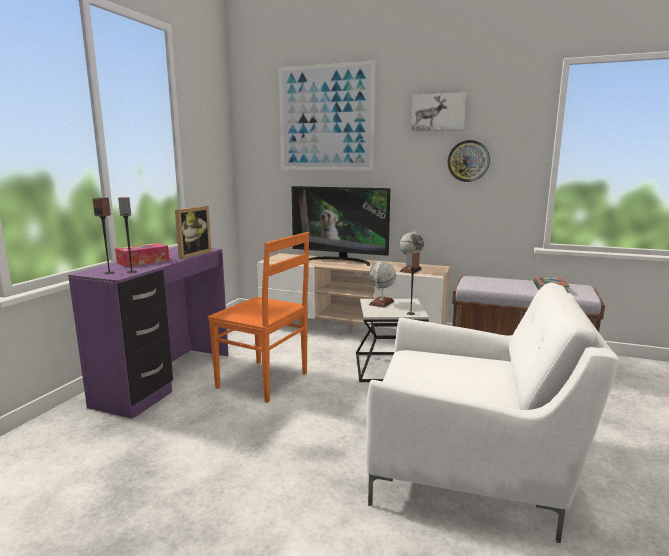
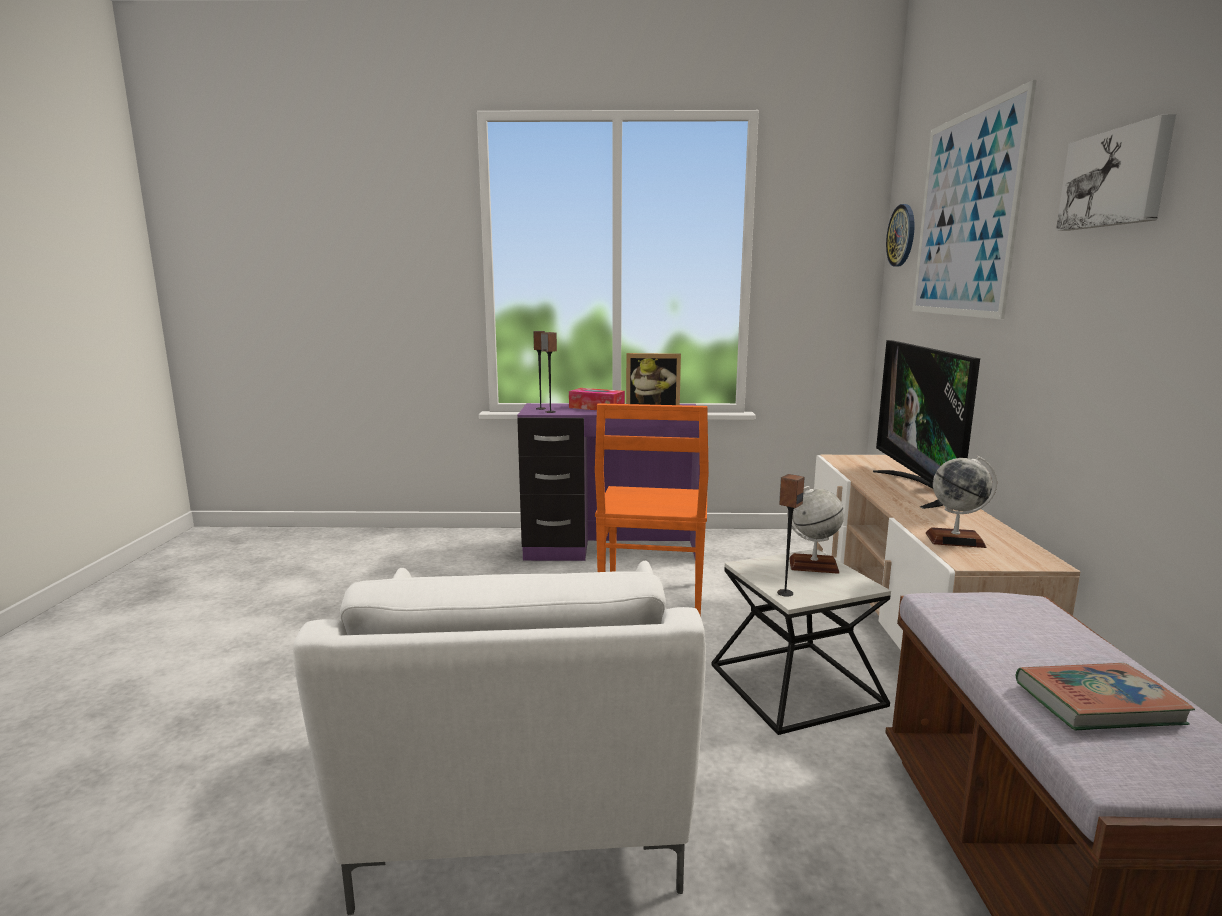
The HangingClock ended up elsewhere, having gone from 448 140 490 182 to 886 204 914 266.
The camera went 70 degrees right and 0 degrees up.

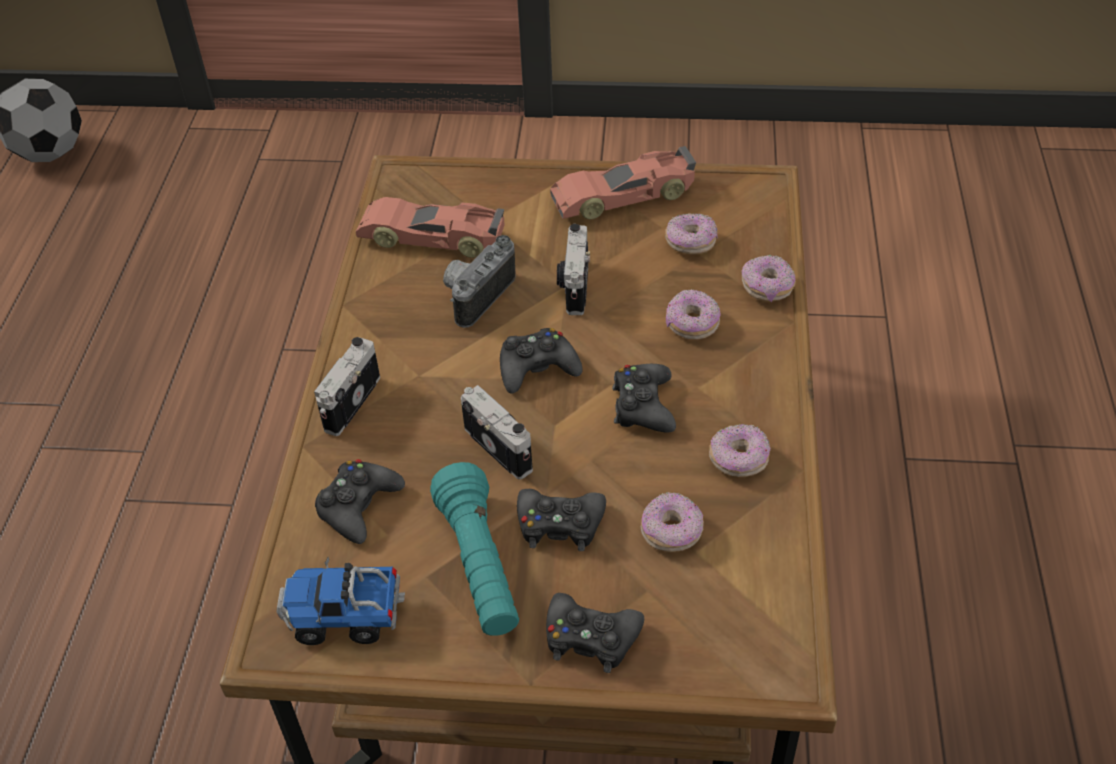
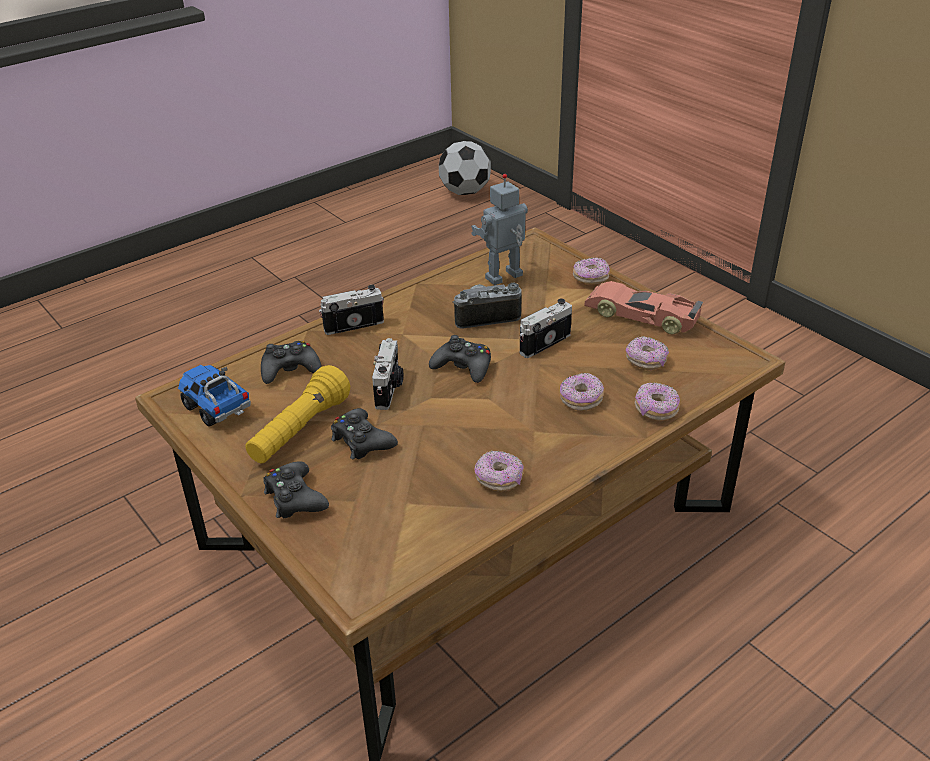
What was the TurquoiseTorch at 430 462 519 636 turned into the YellowishTorch at 245 365 350 463.
Where the MiniatureCar stood at 356 197 505 258, the ModelRobot came to stand at 471 174 528 285.
The Doughnut ended up elsewhere, having gone from 641 492 704 552 to 573 257 610 284.
The second view lost the BlackJoypad at 612 364 676 432.
The camera went 45 degrees right and 10 degrees down.

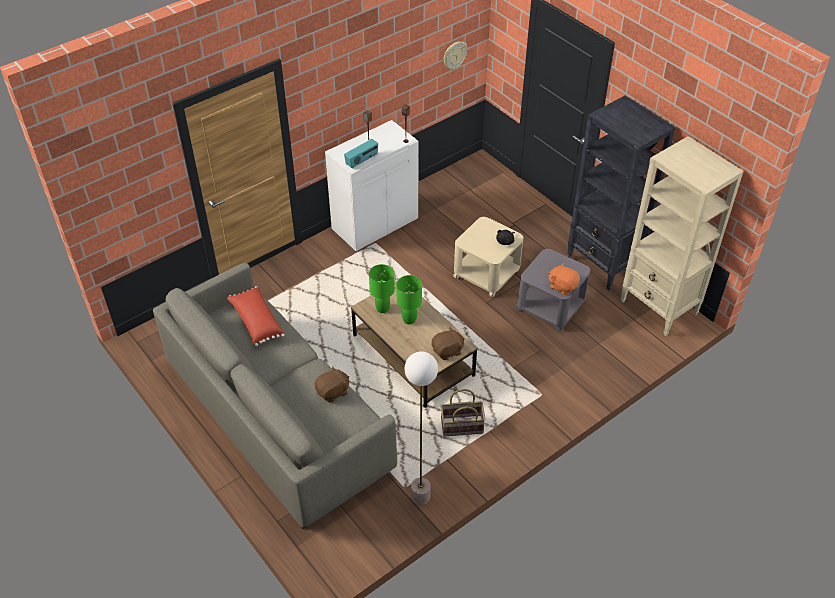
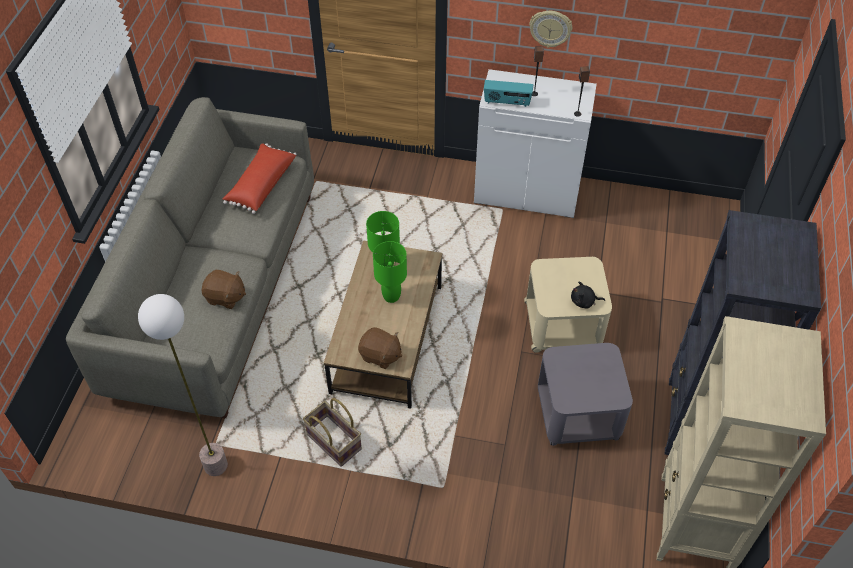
The HangingClock ended up elsewhere, having gone from 444 41 468 70 to 529 11 572 48.
The second view lost the OrangeySoftToy at 549 263 580 295.
The camera went 50 degrees right and 5 degrees up.

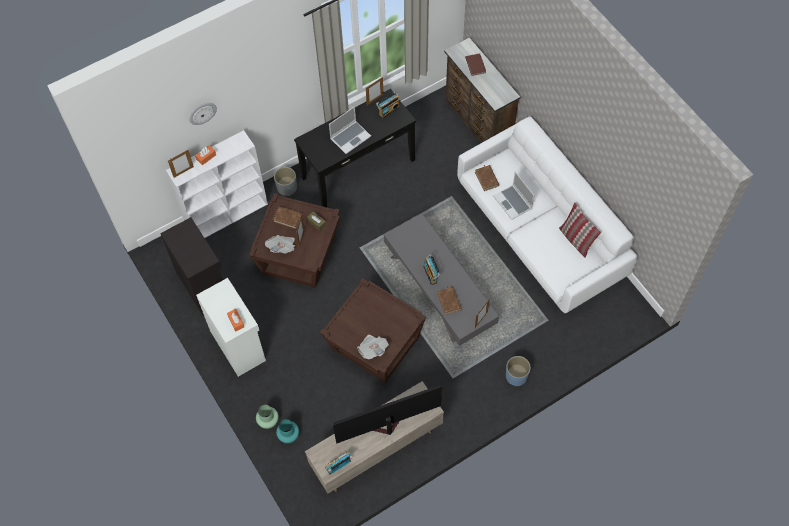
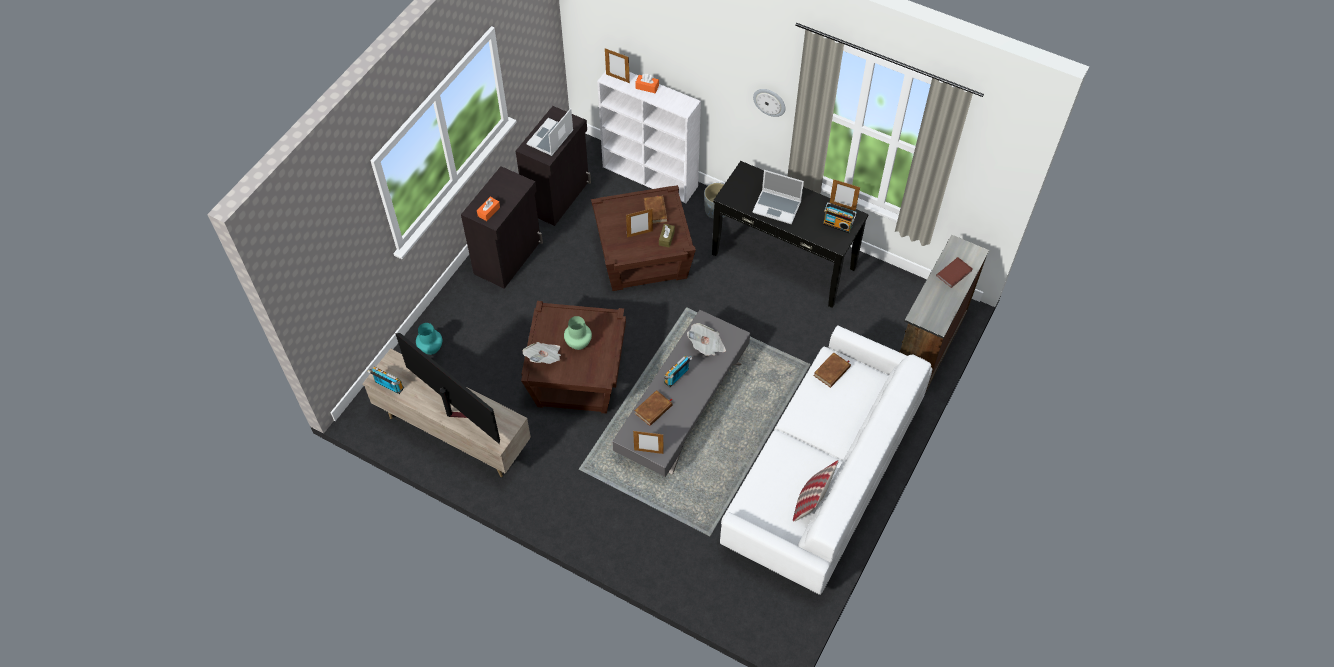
What was the WhiteCabinet at 196 278 266 377 turned into the BlackCabinet at 461 166 543 289.
The Laptop ended up elsewhere, having gone from 493 171 534 220 to 526 108 573 156.
The GreenColouredFlowerVase ended up elsewhere, having gone from 256 405 279 429 to 564 316 592 350.
The Newspaper ended up elsewhere, having gone from 265 235 295 254 to 687 323 726 356.
The HangingClock ended up elsewhere, having gone from 189 103 217 125 to 753 89 785 117.
The second view lost the BlueColouredPlanter at 506 356 531 386.
The camera went 60 degrees right and 5 degrees down.

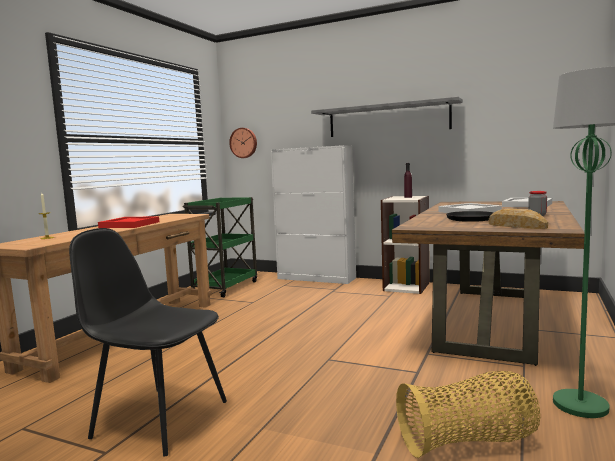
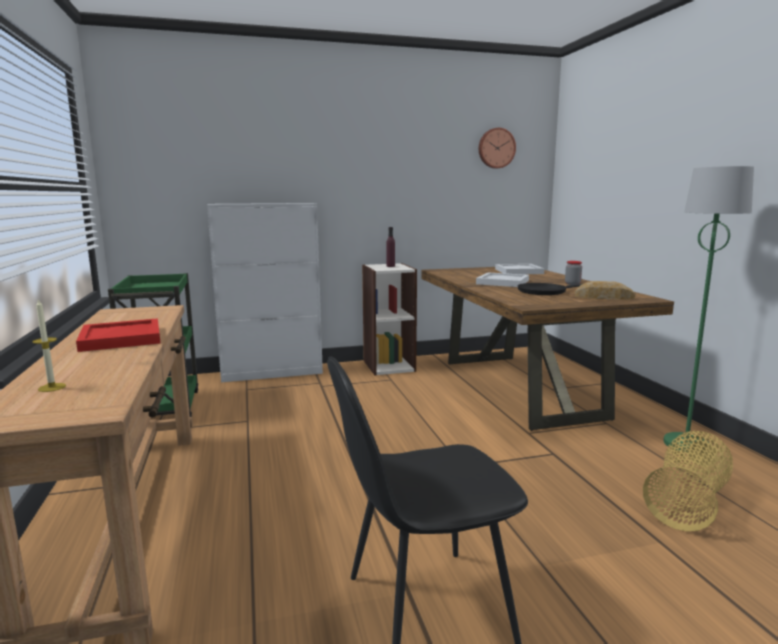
The HangingClock ended up elsewhere, having gone from 229 128 257 158 to 479 128 516 169.
The second view lost the GrayBracketShelf at 311 97 463 137.
The camera went 40 degrees left and 5 degrees up.

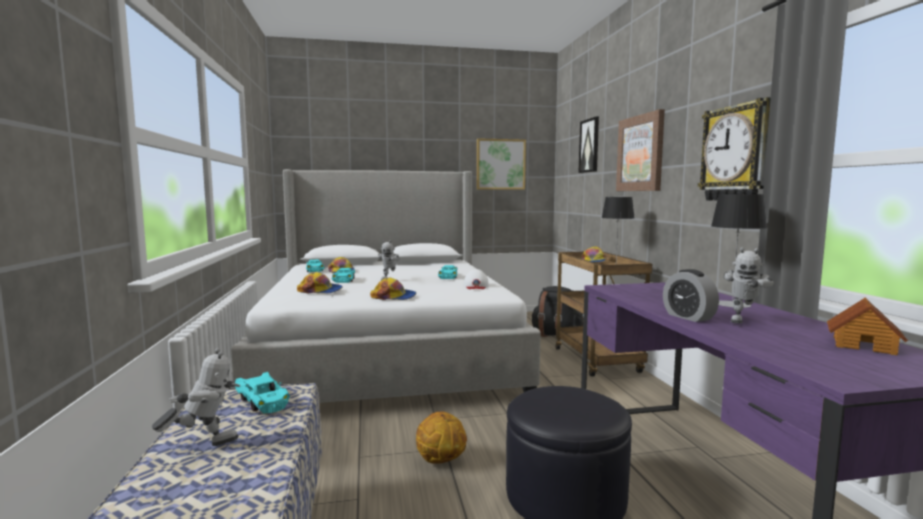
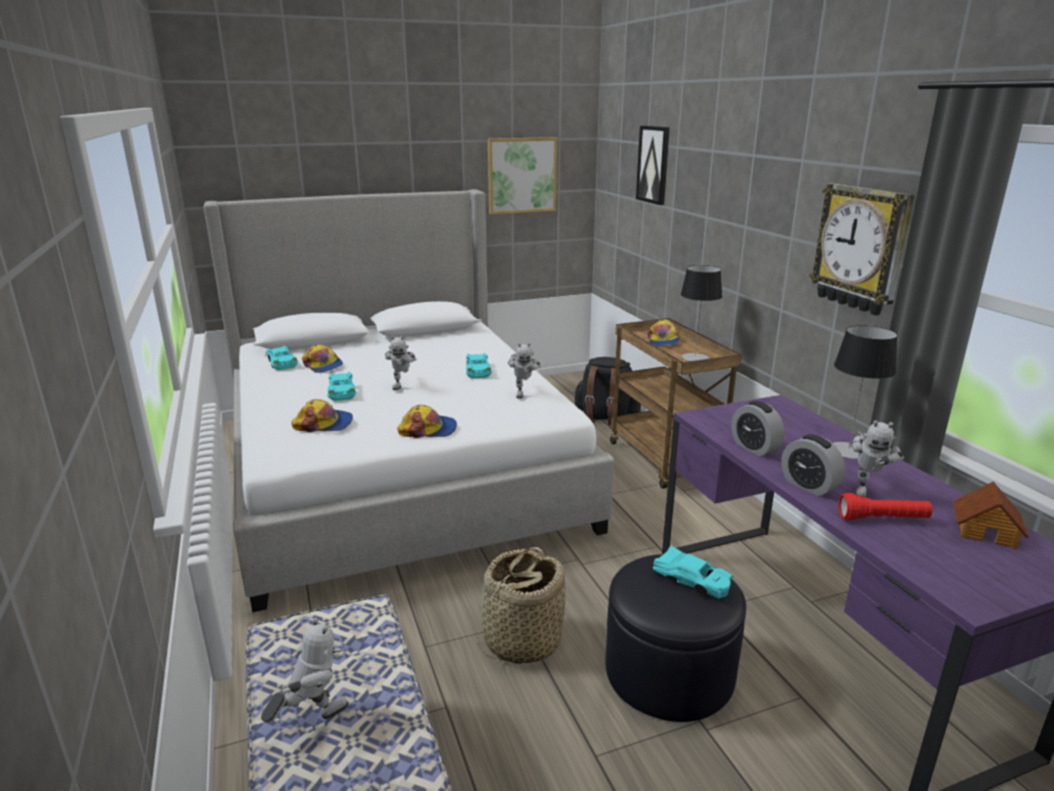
Where the BallForBasketball stood at 416 412 467 464, the StorageBasket came to stand at 478 547 566 664.
Where the WhiteBaseballCap stood at 464 269 489 289, the ModelRobot came to stand at 508 343 541 398.
The TurquoiseMiniatureCar ended up elsewhere, having gone from 234 372 290 414 to 653 546 733 599.
The second view gained the AlarmClock at 731 401 785 457.
The second view gained the RedTorch at 839 493 932 520.
The second view lost the Picture at 616 109 665 191.
The camera went 10 degrees left and 15 degrees up.

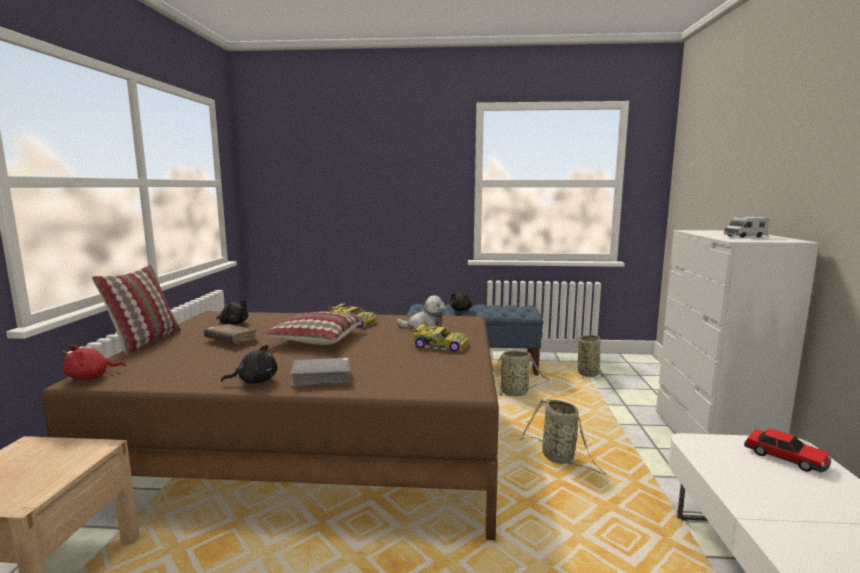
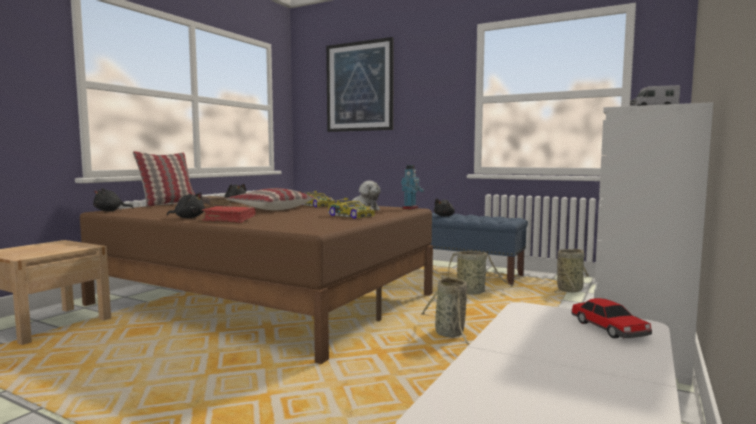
What was the RedSoftToy at 62 345 126 379 turned into the BlackSoftToy at 93 188 133 211.
What was the GrayBook at 290 357 350 387 turned into the RedBook at 202 206 256 223.
The second view gained the Picture at 326 37 394 132.
The second view gained the ModelRobot at 401 165 424 209.
The camera went 25 degrees right and 5 degrees down.

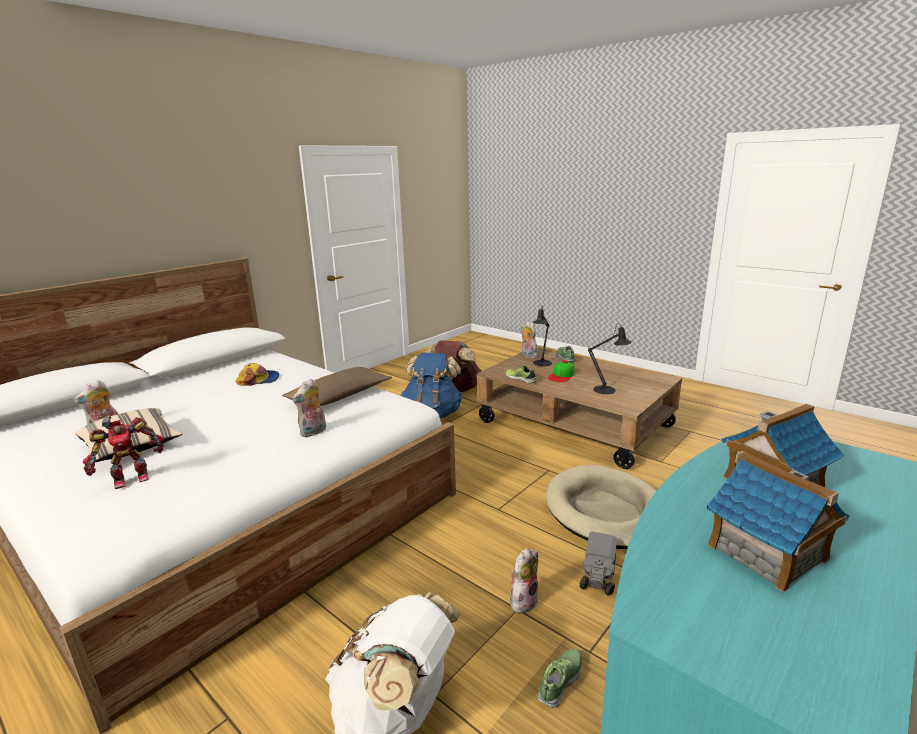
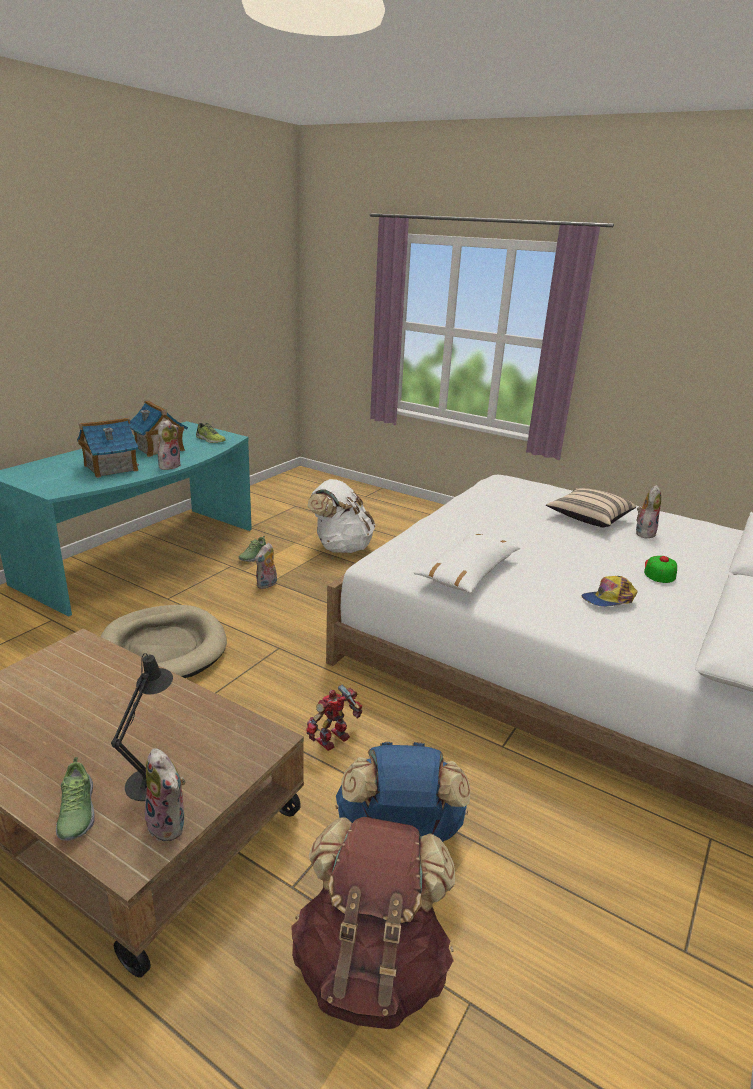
The SoftToy ended up elsewhere, having gone from 292 378 326 437 to 158 420 181 470.
The LowShoe ended up elsewhere, having gone from 506 365 537 384 to 196 423 226 443.
The ModelRobot ended up elsewhere, having gone from 83 416 164 489 to 306 684 362 751.
What was the BrownPillow at 282 367 392 406 turned into the WhitePillow at 413 532 520 593.
The BaseballCap ended up elsewhere, having gone from 548 360 574 382 to 644 556 677 583.
The second view lost the ModelTruck at 579 532 617 596.
The second view lost the BlackTableLamp at 588 323 632 394.
The camera went 170 degrees right and 5 degrees up.

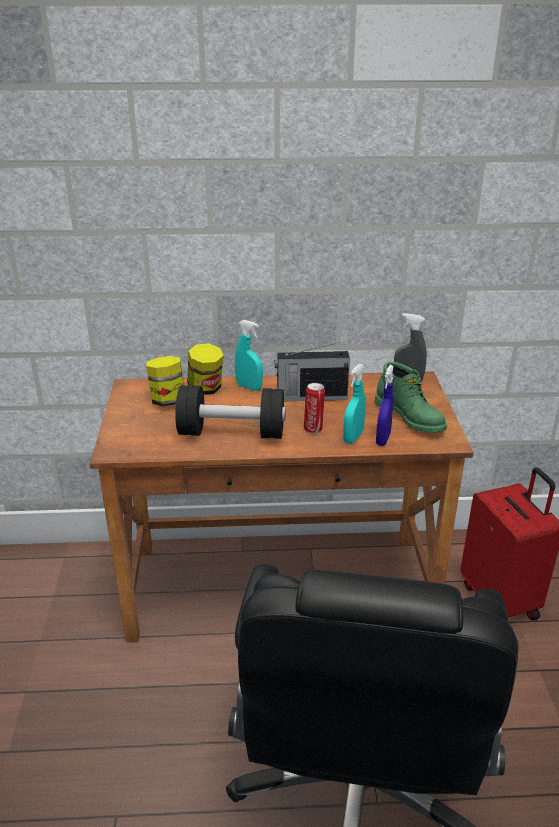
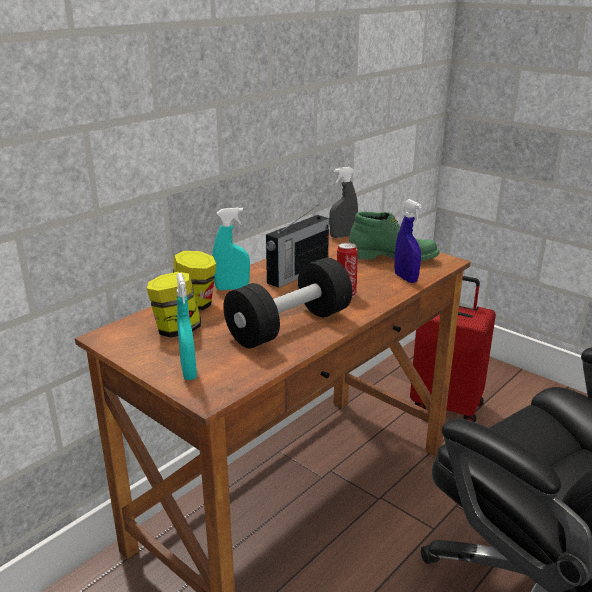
The TurquoiseHandSprayer ended up elsewhere, having gone from 343 364 366 444 to 177 273 197 380.
The camera went 45 degrees left and 5 degrees down.

